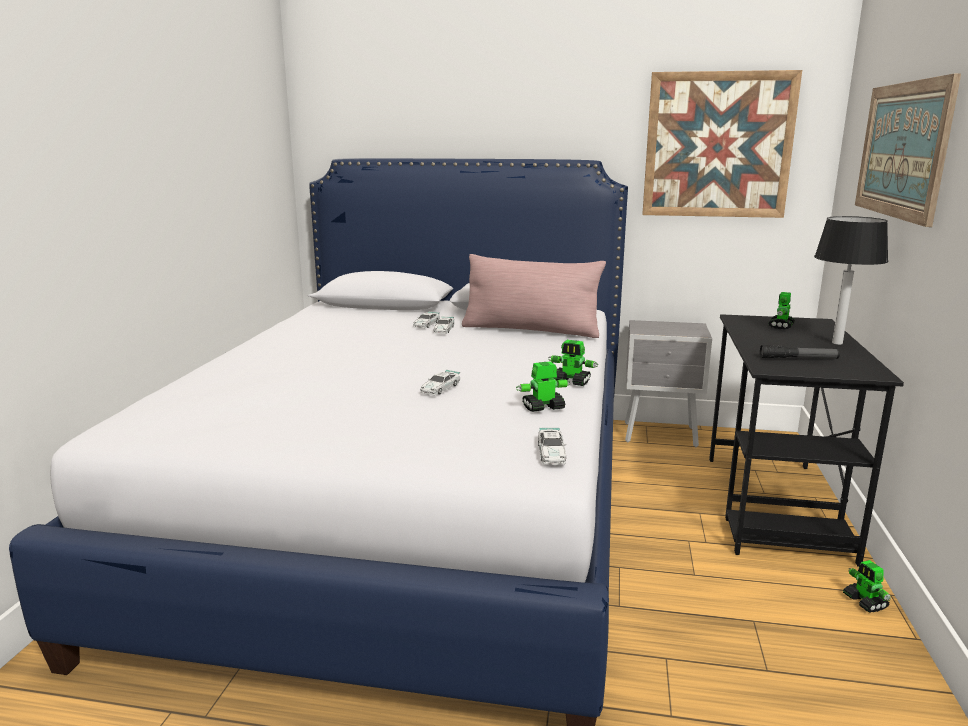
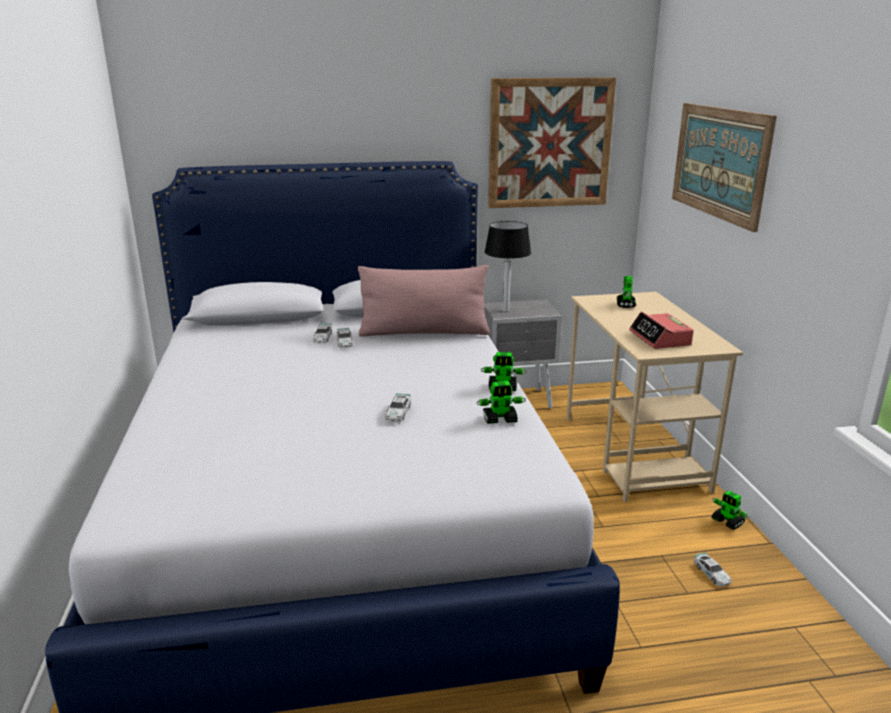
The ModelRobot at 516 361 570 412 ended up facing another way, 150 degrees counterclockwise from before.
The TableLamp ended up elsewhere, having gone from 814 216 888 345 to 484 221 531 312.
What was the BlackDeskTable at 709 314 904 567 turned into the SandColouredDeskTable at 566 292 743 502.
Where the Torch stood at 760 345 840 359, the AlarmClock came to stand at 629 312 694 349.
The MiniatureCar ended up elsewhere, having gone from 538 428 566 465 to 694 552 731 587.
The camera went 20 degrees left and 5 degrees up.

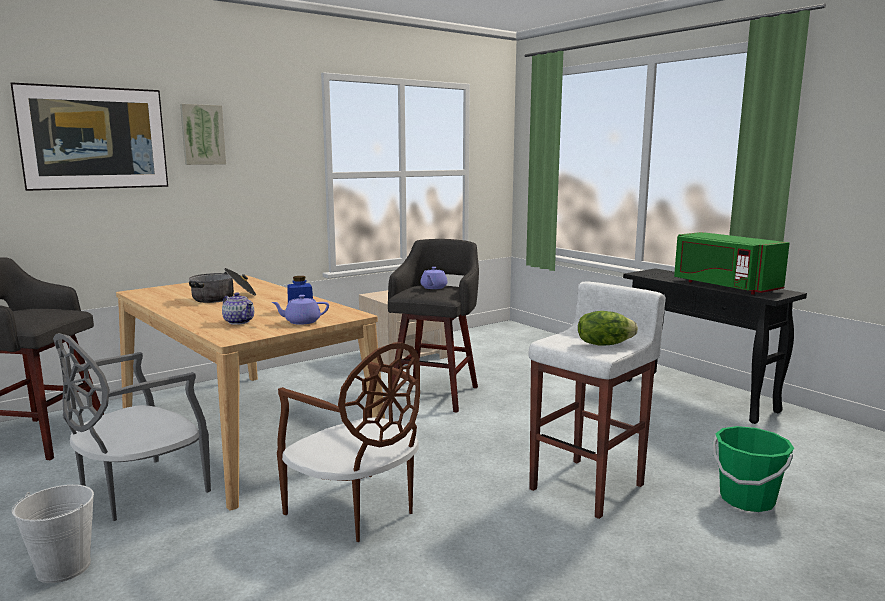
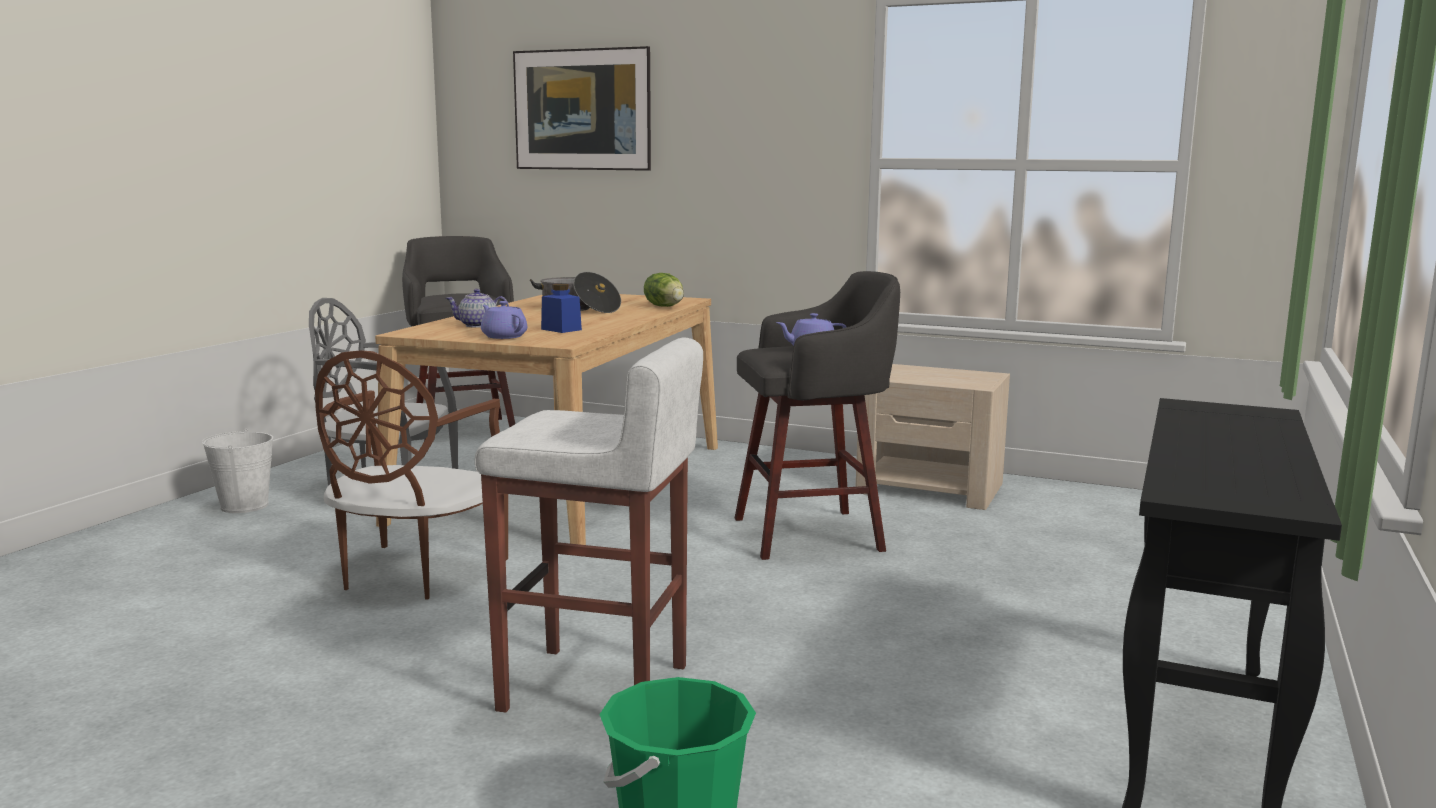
The Teapot at 222 292 254 325 ended up facing another way, 75 degrees clockwise from before.
The LettuceHead ended up elsewhere, having gone from 578 311 638 345 to 644 273 684 307.
The second view lost the Picture at 180 104 226 165.
The second view lost the GreenColouredKitchenMicrowave at 674 232 790 294.
The camera went 60 degrees right and 0 degrees up.

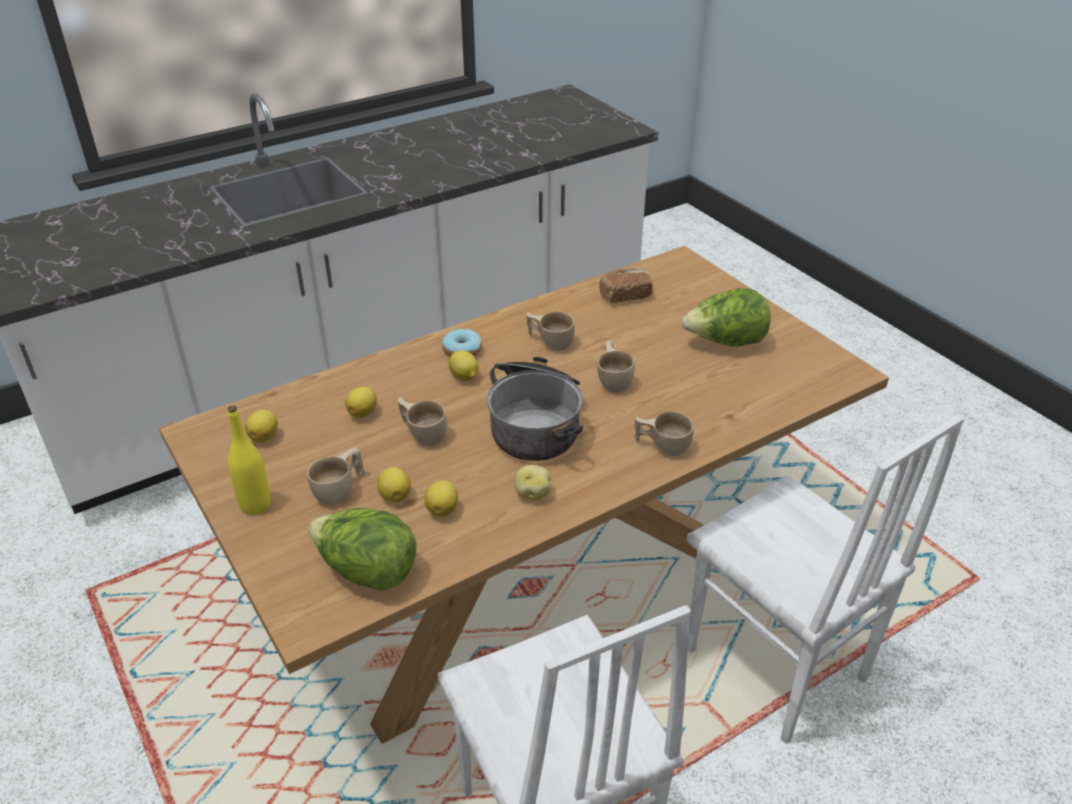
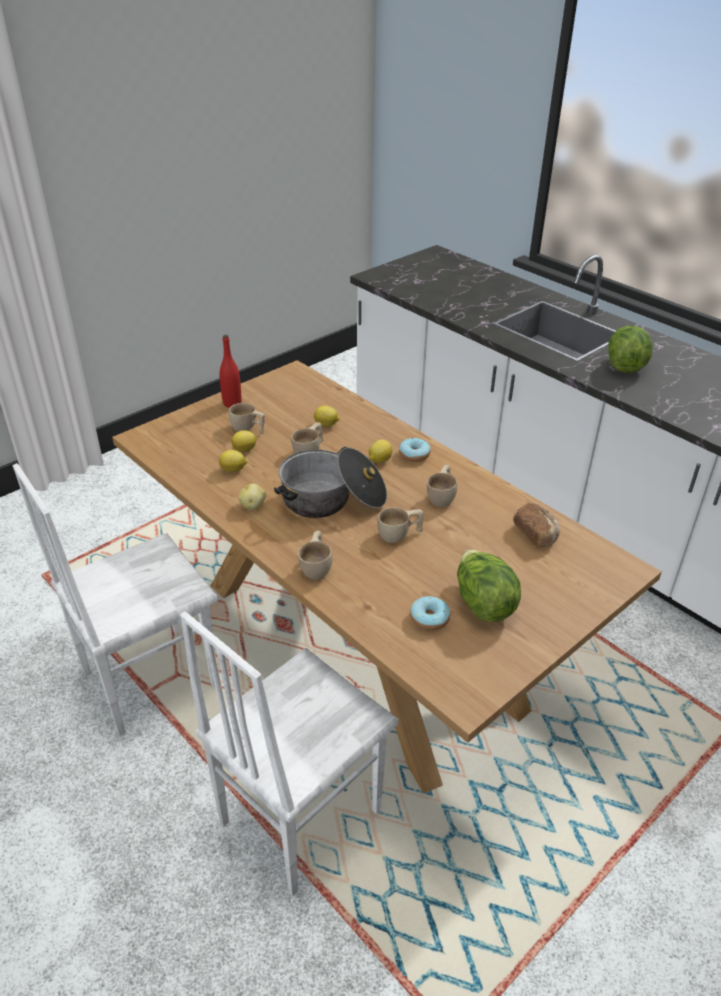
What was the YellowishDrinkBottle at 227 405 271 515 turned into the RedDrinkBottle at 219 335 242 408.
The second view gained the Doughnut at 410 596 450 631.
The LettuceHead ended up elsewhere, having gone from 308 508 416 591 to 608 326 653 373.
The second view lost the CitrusFruit at 245 410 278 443.
The camera went 80 degrees right and 0 degrees up.

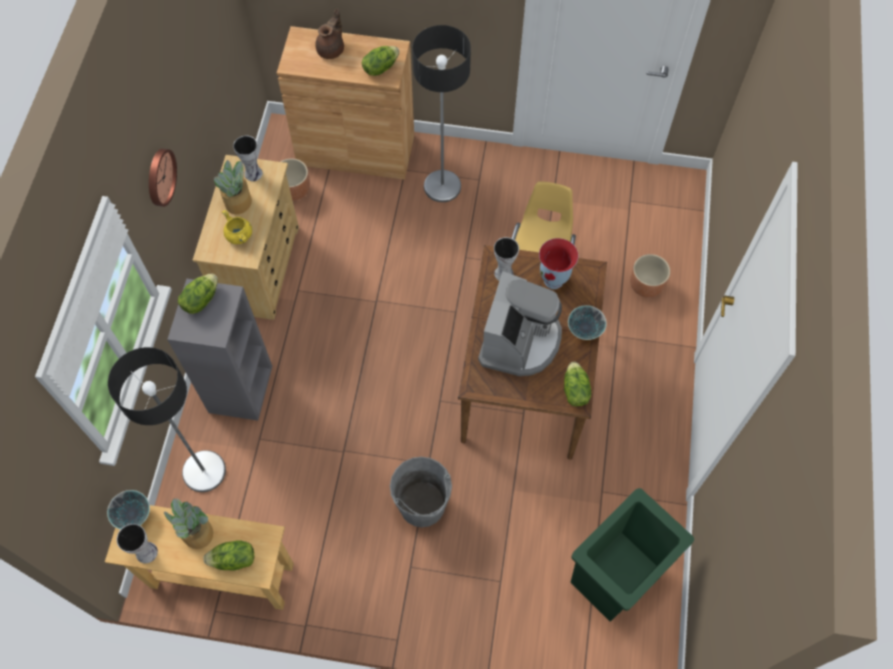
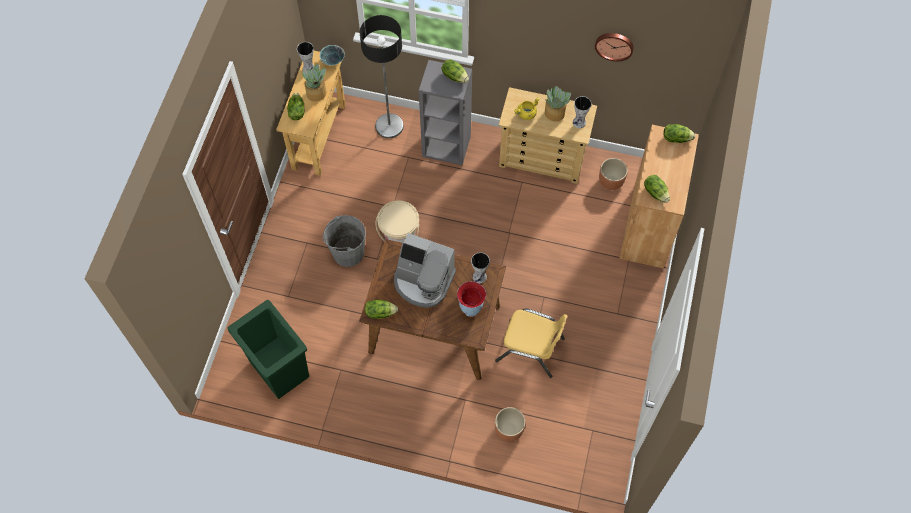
The second view gained the SandColouredBucket at 376 200 419 243.
The HangingClock ended up elsewhere, having gone from 149 149 177 207 to 595 33 634 61.
The second view gained the LettuceHead at 663 124 695 143.
The second view lost the BrownTeapot at 315 9 344 59.
The second view lost the StandardLamp at 412 25 471 202.
The second view lost the DeepDish at 568 305 607 340.
The camera went 95 degrees right and 0 degrees up.

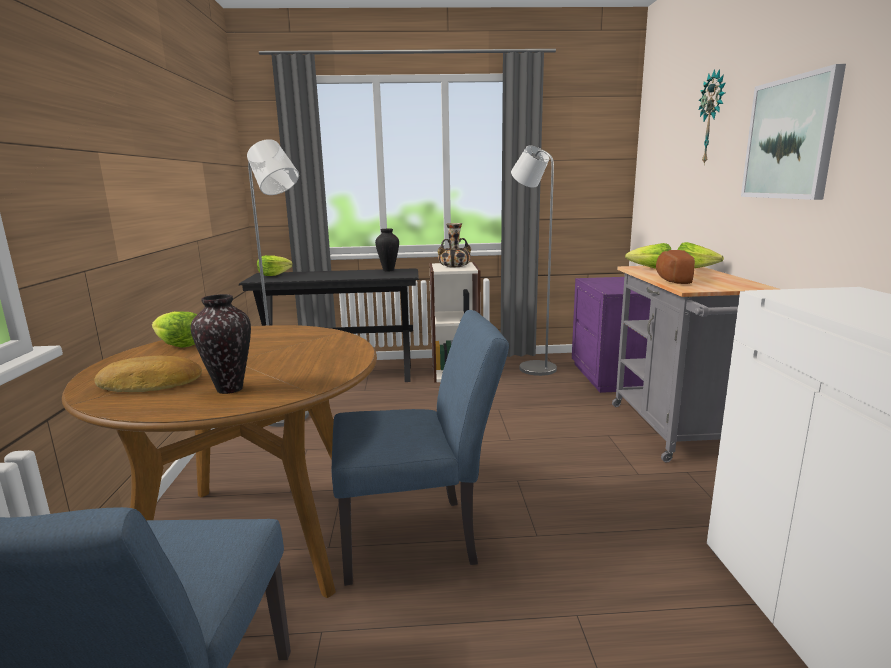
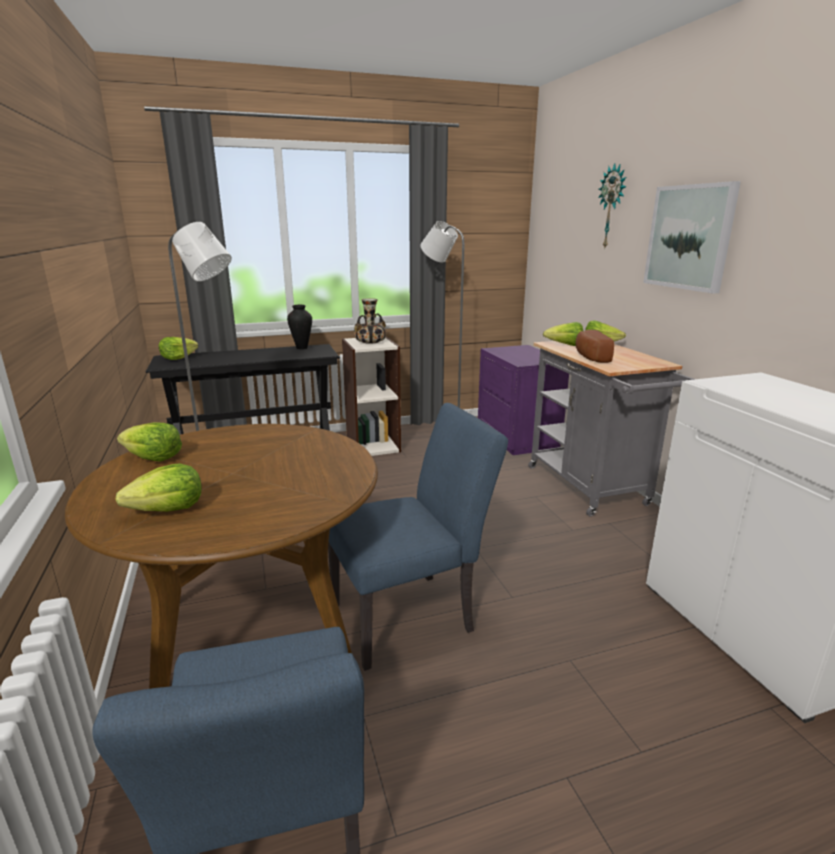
Where the BakeryBread stood at 94 356 202 392, the LettuceHead came to stand at 115 463 201 512.
The second view lost the FlowerVase at 191 294 251 394.
The camera went 15 degrees left and 5 degrees up.

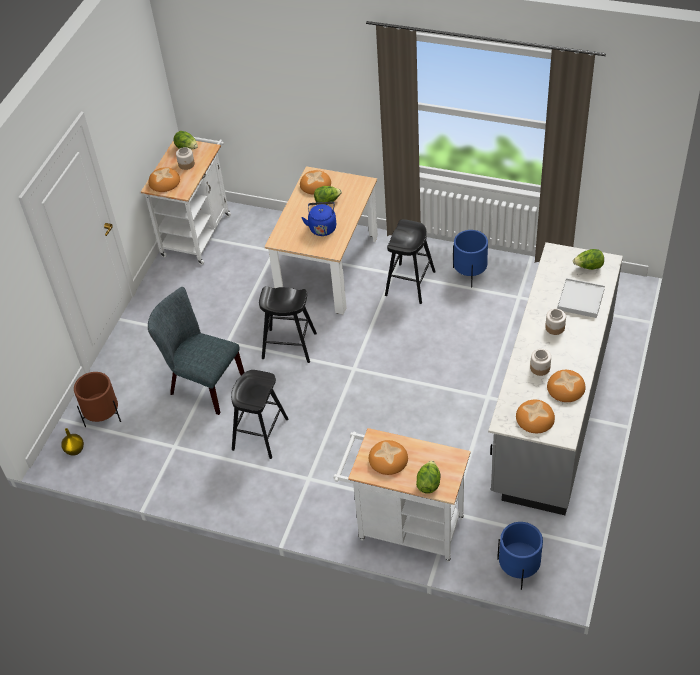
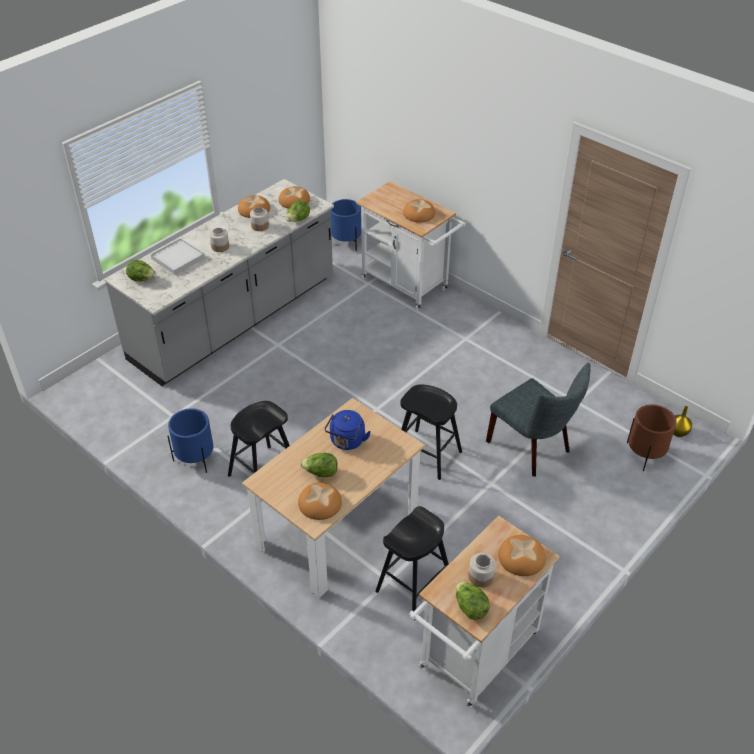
The LettuceHead ended up elsewhere, having gone from 416 460 441 494 to 286 200 310 222.
The BlackSittingStool ended up elsewhere, having gone from 231 370 289 459 to 375 506 449 620.
The camera went 160 degrees left and 5 degrees down.

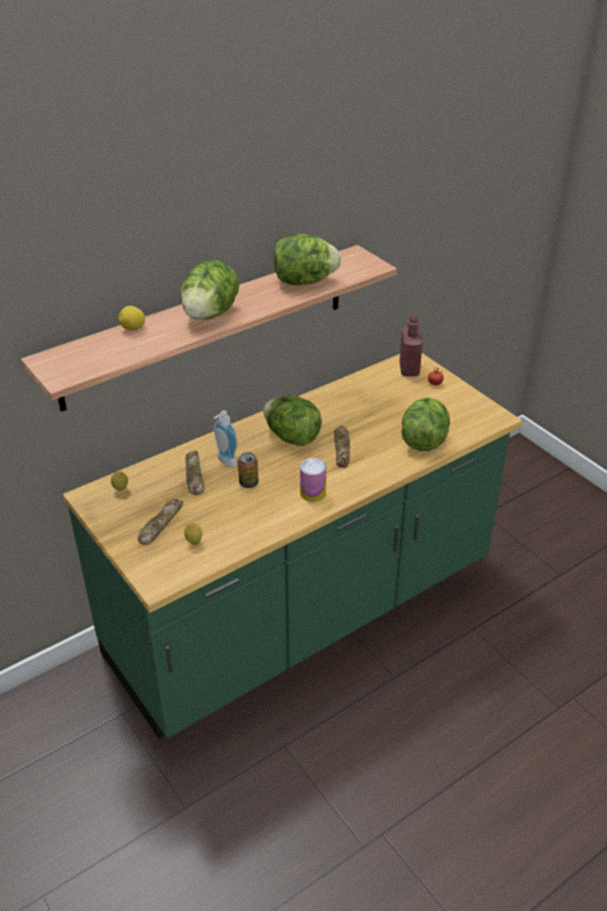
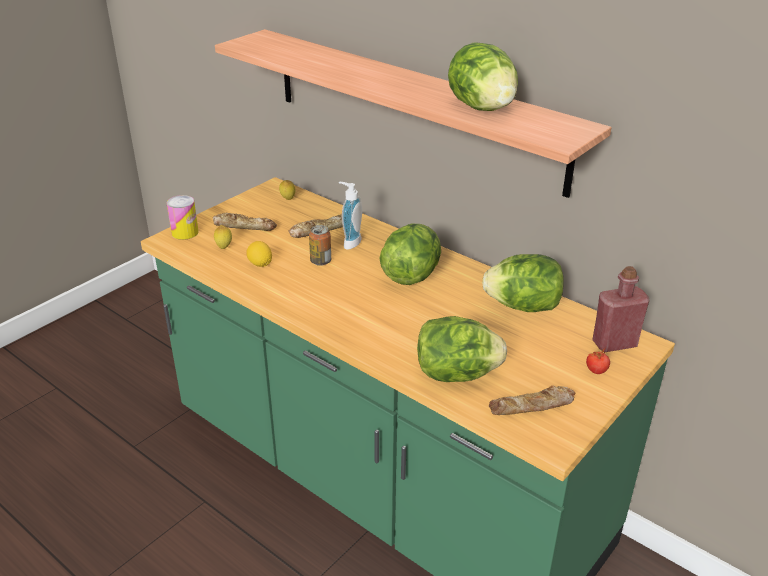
The Can ended up elsewhere, having gone from 300 458 327 502 to 167 195 199 240.
The CitrusFruit ended up elsewhere, having gone from 119 306 145 330 to 246 241 272 267.
The LettuceHead ended up elsewhere, having gone from 181 260 240 319 to 482 254 564 312.
The BakeryBread ended up elsewhere, having gone from 334 426 350 468 to 489 385 575 415.
The camera went 75 degrees right and 5 degrees down.

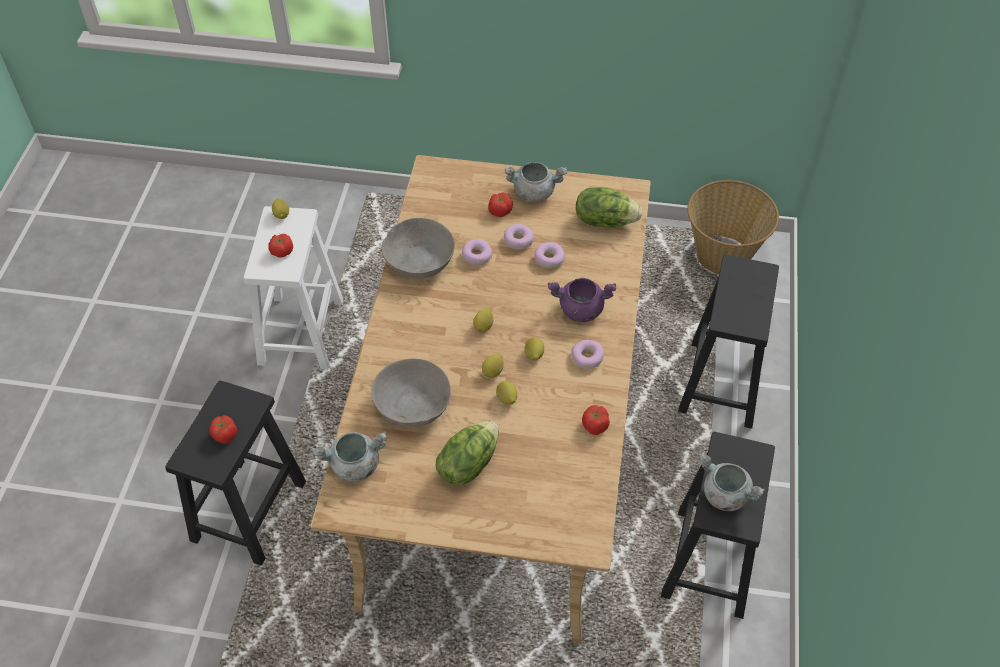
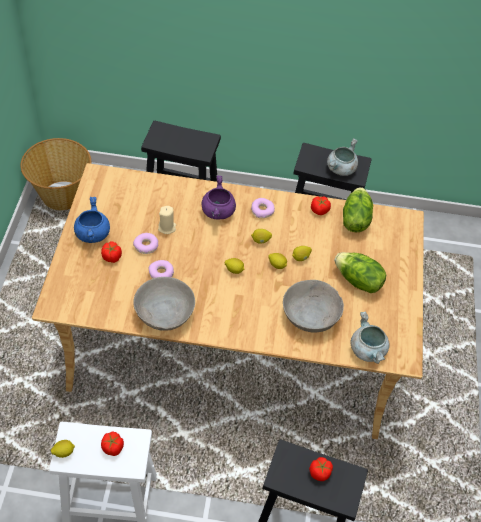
What was the GraySaucepot at 505 162 567 202 turned into the BlueColouredSaucepot at 74 197 110 243.
Where the Doughnut stood at 534 242 565 268, the SandColouredWaxCandle came to stand at 158 206 176 234.
The LettuceHead ended up elsewhere, having gone from 576 187 643 228 to 343 187 373 232.
The camera went 95 degrees left and 0 degrees up.

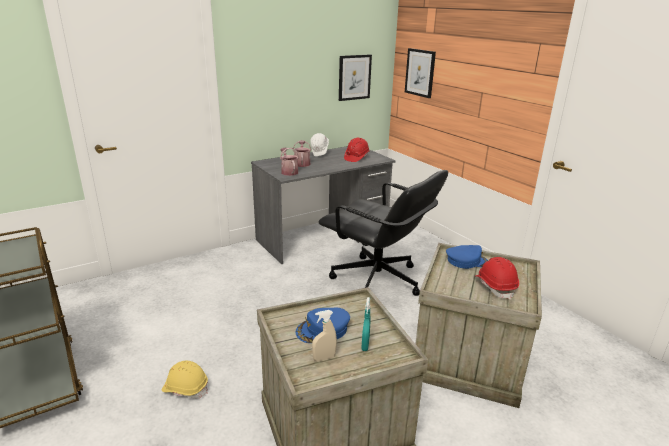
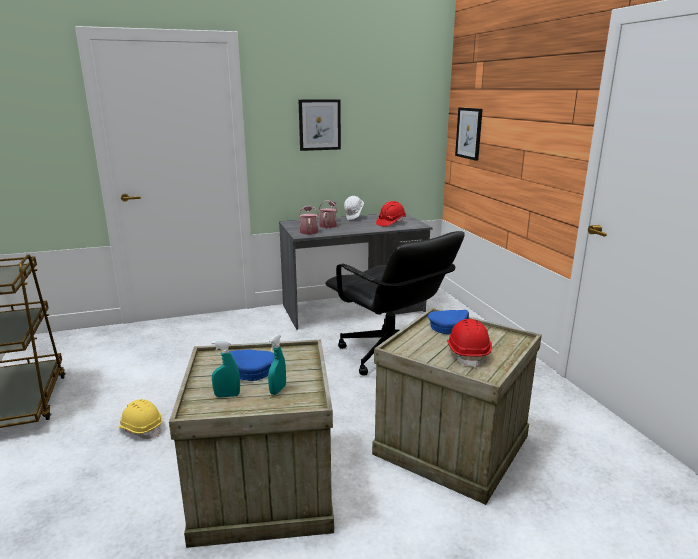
What was the SandColouredHandSprayer at 312 310 337 361 turned into the TurquoiseHandSprayer at 212 340 240 397.
The Picture ended up elsewhere, having gone from 339 54 372 101 to 298 99 341 151.
The camera went 15 degrees right and 5 degrees down.

